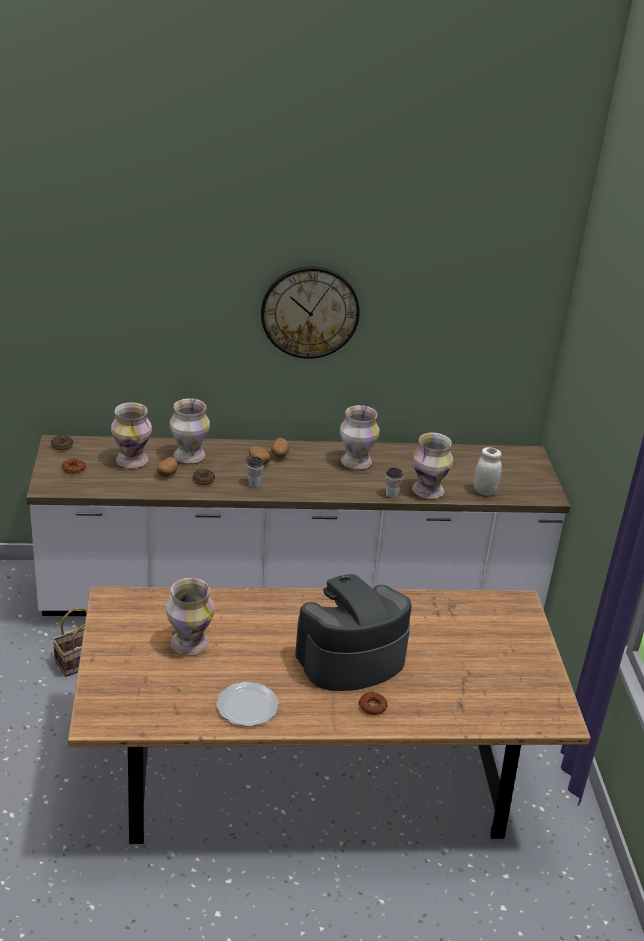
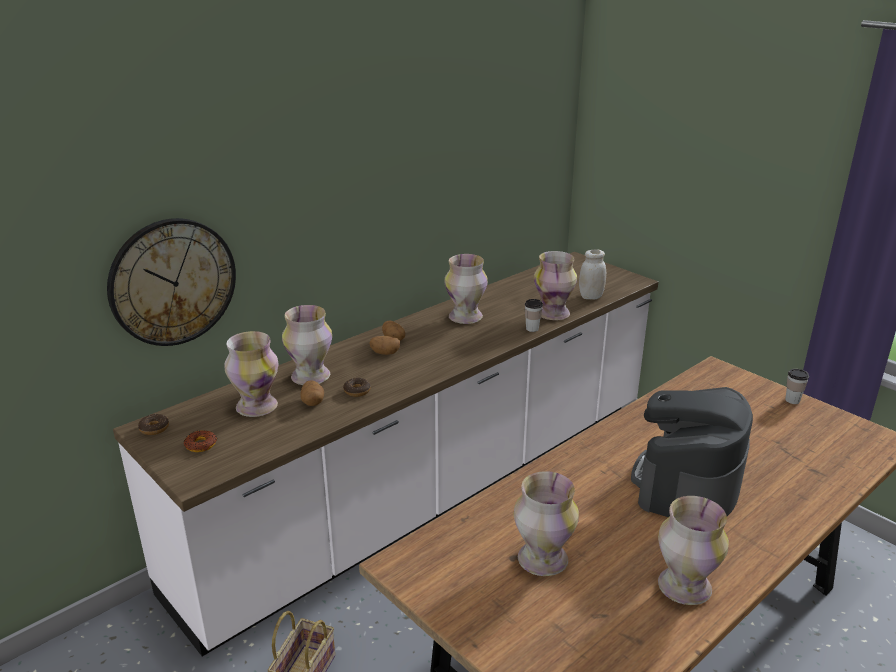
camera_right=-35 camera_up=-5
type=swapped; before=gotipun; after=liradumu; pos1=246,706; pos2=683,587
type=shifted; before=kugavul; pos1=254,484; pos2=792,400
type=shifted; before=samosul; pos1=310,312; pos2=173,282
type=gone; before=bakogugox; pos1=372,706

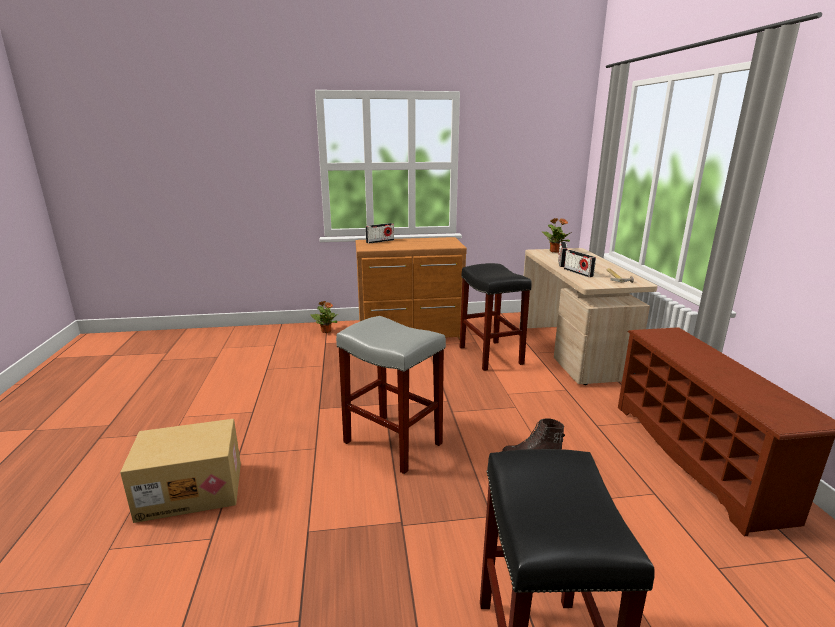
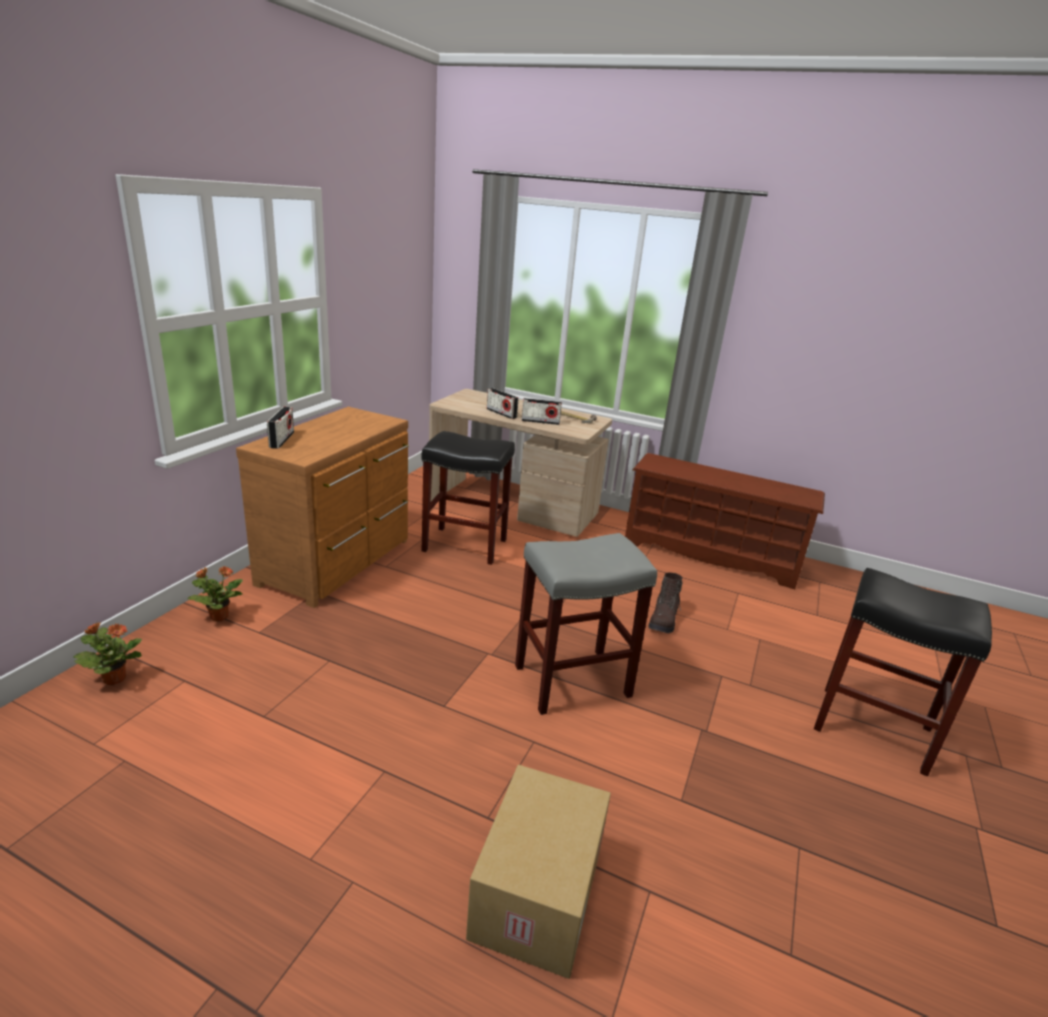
camera_right=-60 camera_up=5
type=shifted; before=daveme; pos1=554,251; pos2=114,678

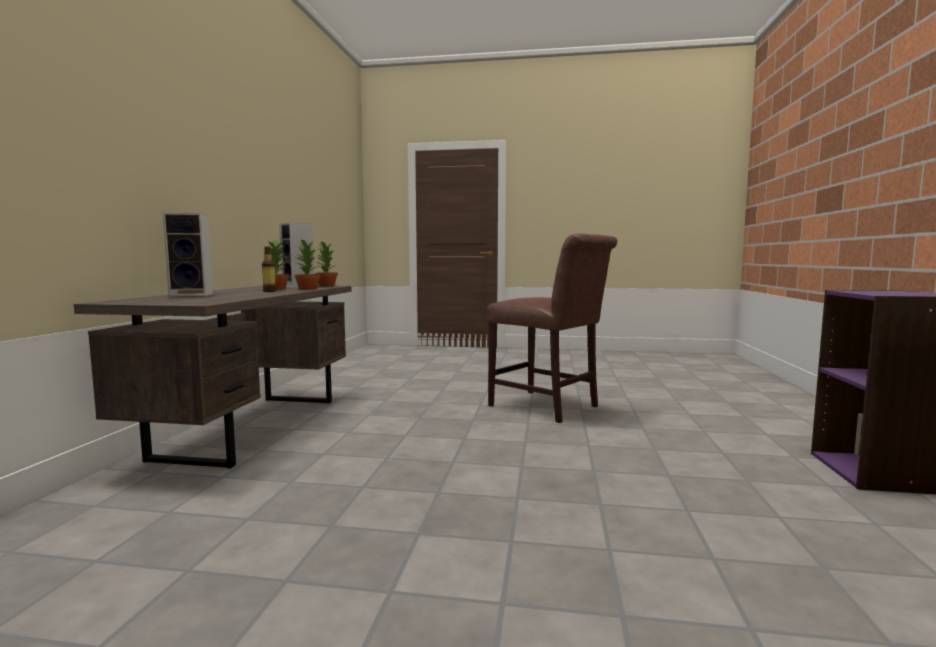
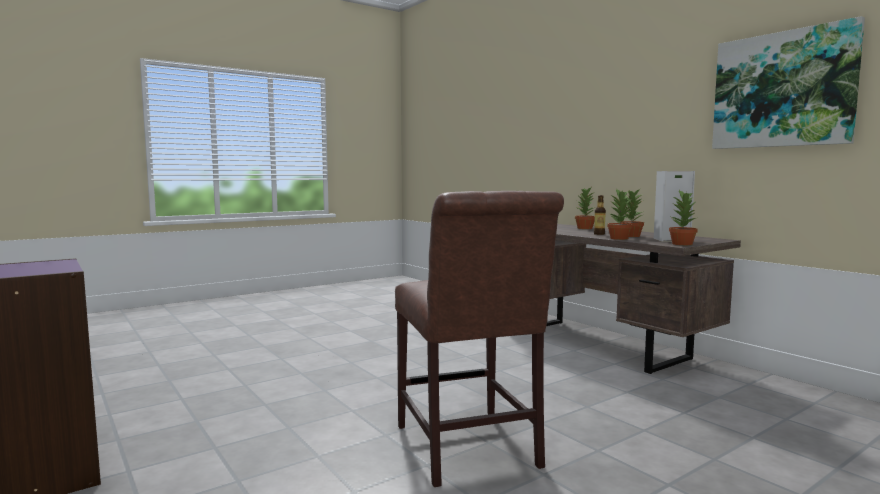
camera_right=135 camera_up=0
type=swapped; before=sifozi; after=daveme; pos1=193,295; pos2=584,228
type=rotated; before=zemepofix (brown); pos1=548,407; pos2=468,450; turn=-105
type=new; after=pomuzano; pos2=782,90

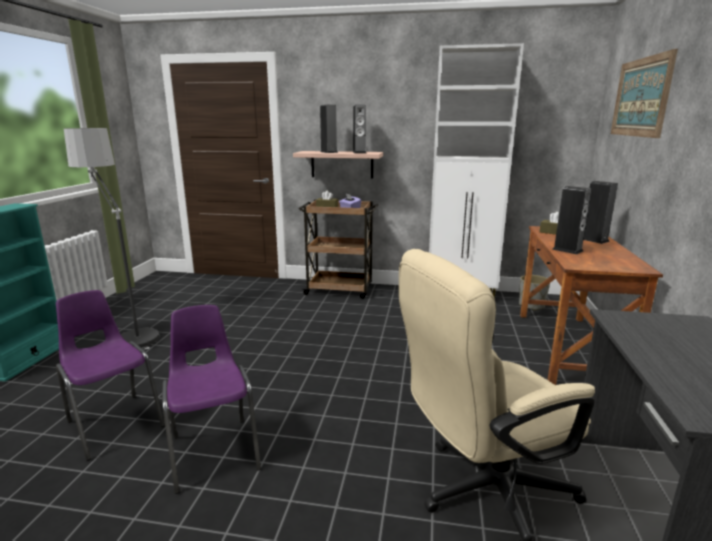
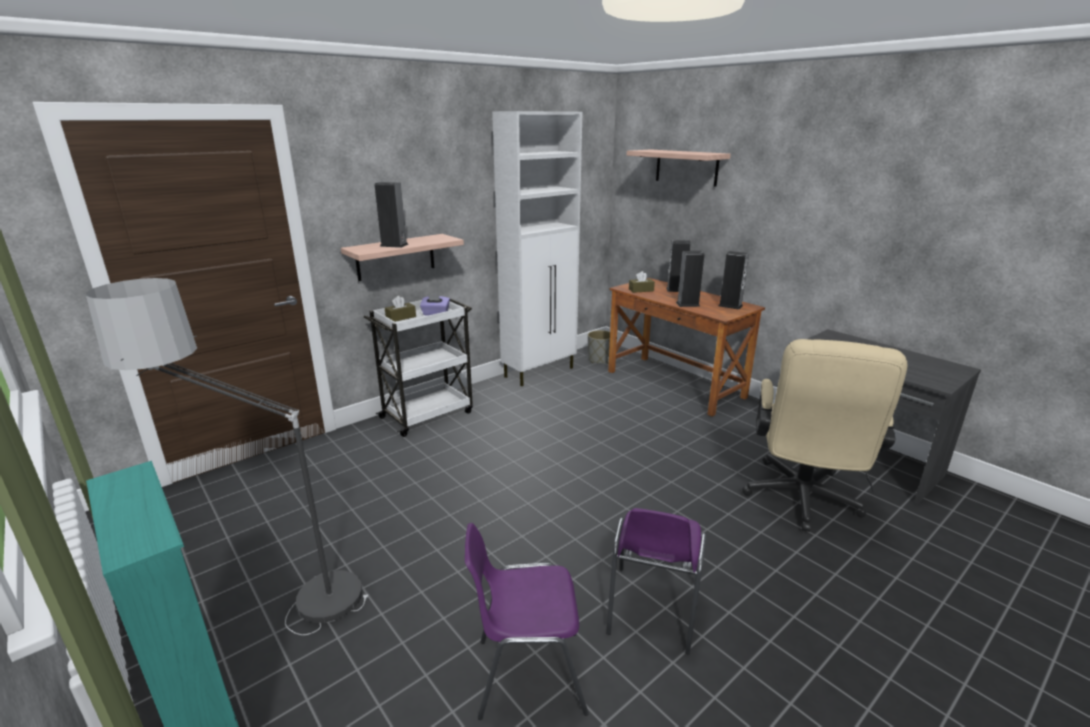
camera_right=-50 camera_up=5
type=rotated; before=zemepofix (purple); pos1=214,451; pos2=651,610; turn=-90
type=repainted; before=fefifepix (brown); after=fefifepix (white); pos1=340,290; pos2=428,414
type=shifted; before=sifozi; pos1=359,152; pos2=730,306
type=swapped; before=pomuzano; after=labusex; pos1=640,97; pos2=686,167

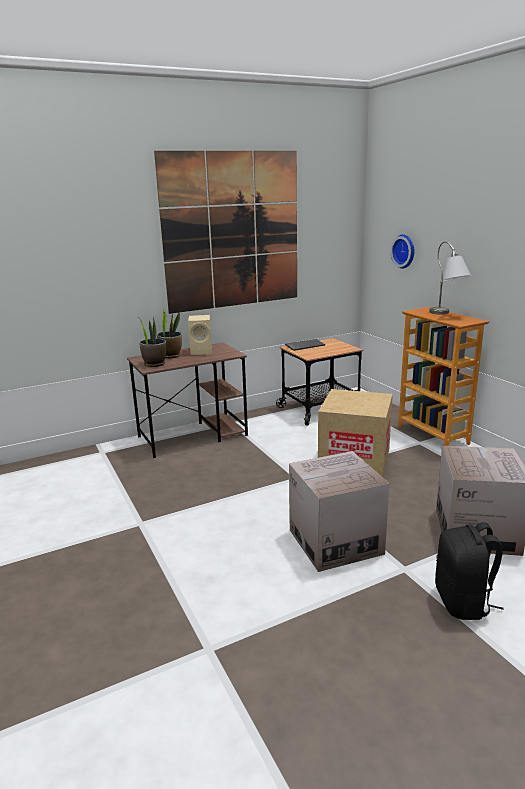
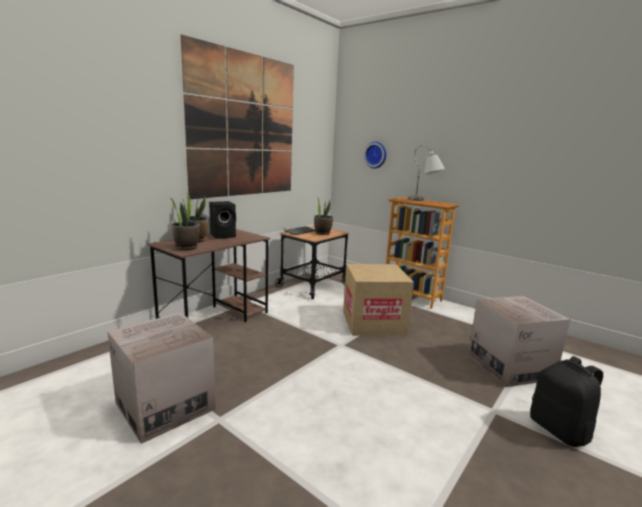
camera_right=-25 camera_up=-5
type=repainted; before=sifozi (beige); after=sifozi (black); pos1=202,351; pos2=224,235
type=shifted; before=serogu; pos1=335,542; pos2=165,406
type=new; after=daveme; pos2=322,233

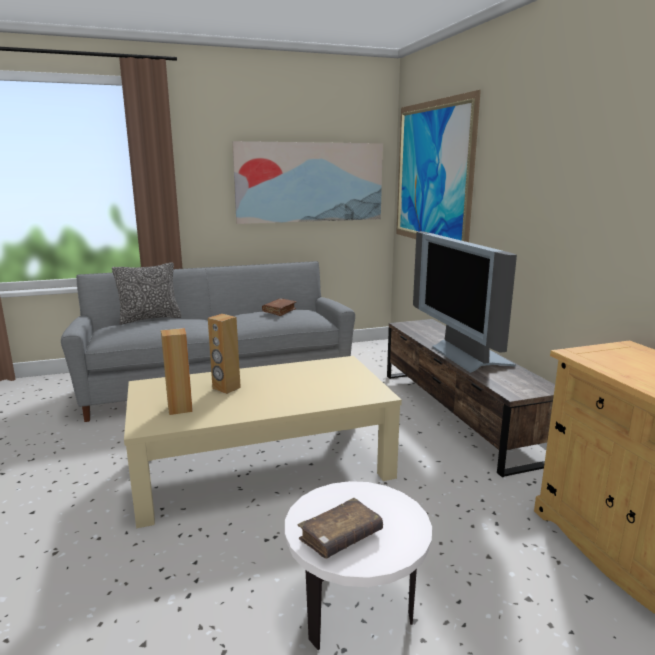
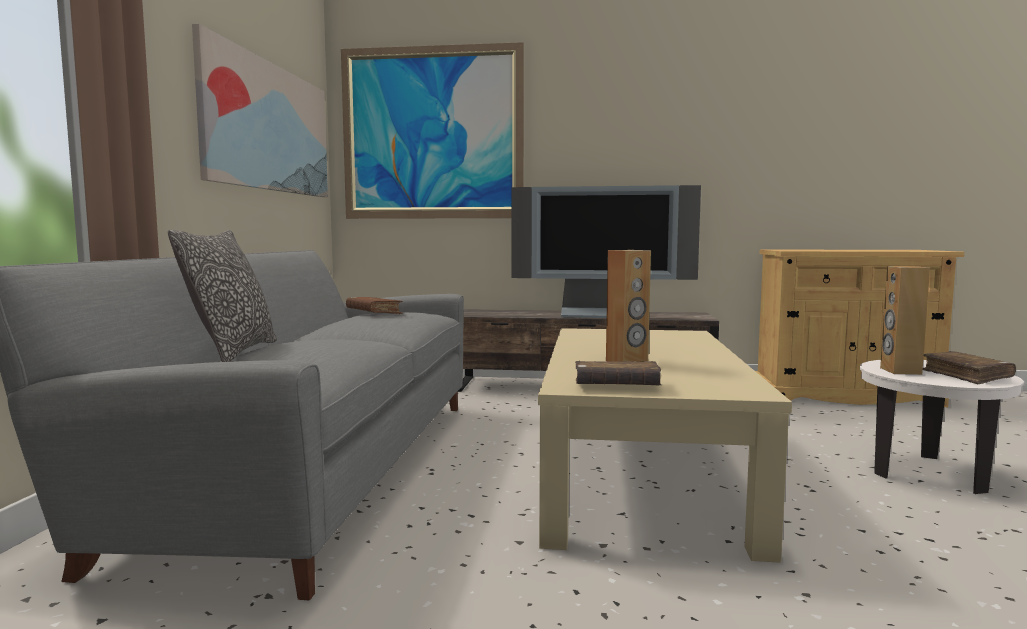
camera_right=-65 camera_up=-10
type=shifted; before=sifozi (brown); pos1=180,408; pos2=900,371
type=new; after=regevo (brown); pos2=616,386

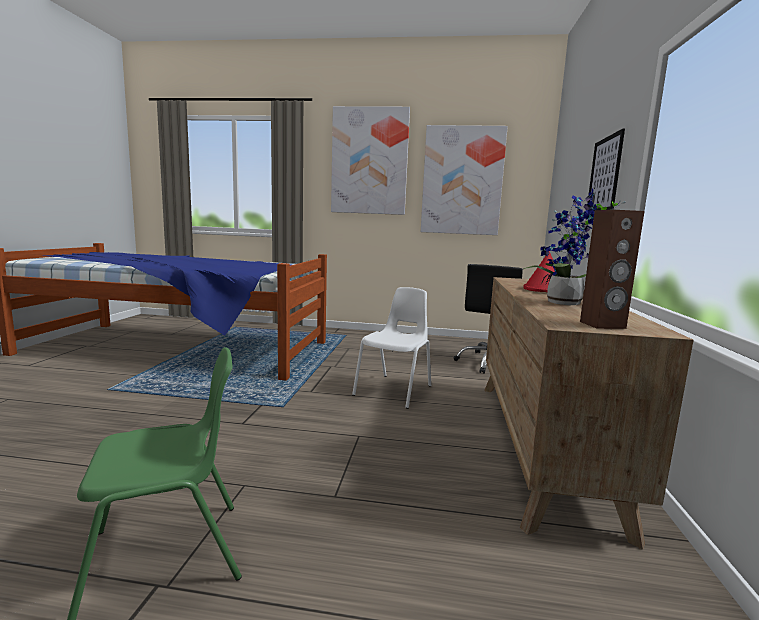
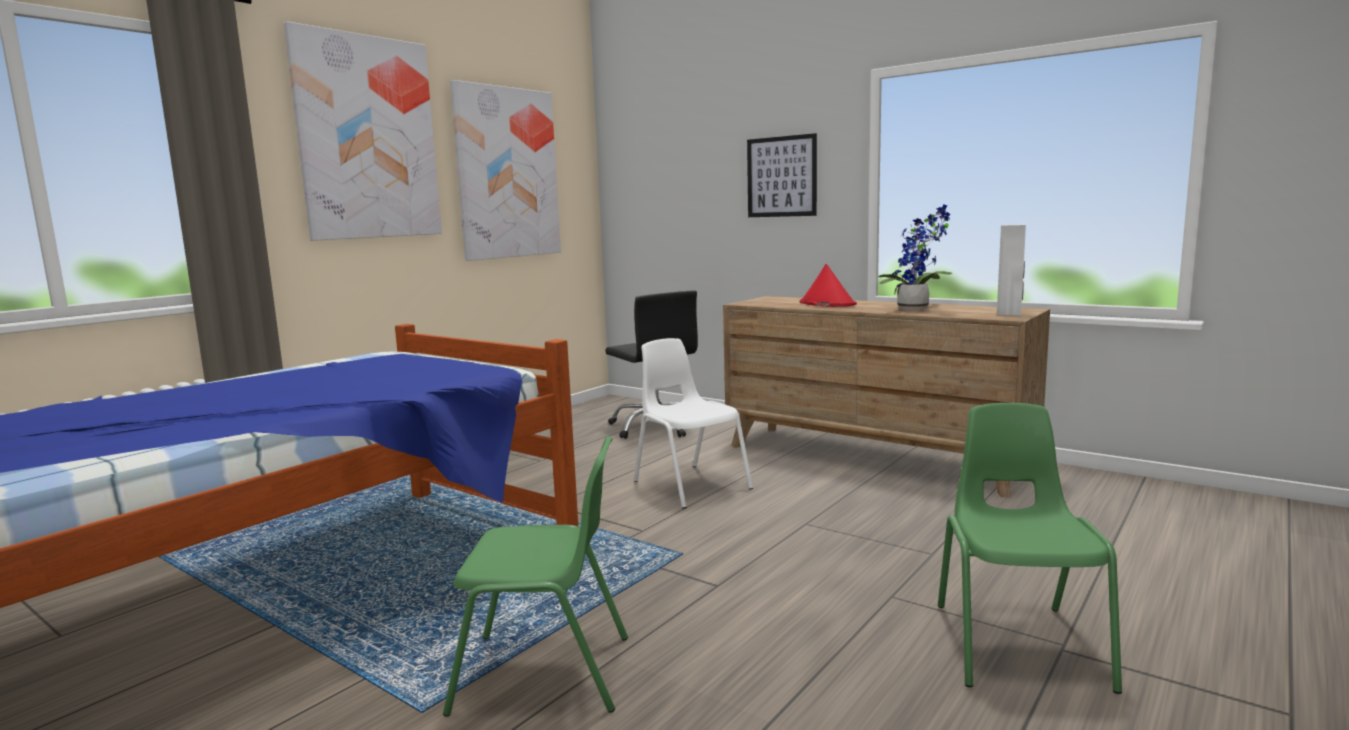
camera_right=-60 camera_up=0
type=repainted; before=sifozi (brown); after=sifozi (white); pos1=602,325; pos2=1009,313
type=new; after=zemepofix (green); pos2=546,673

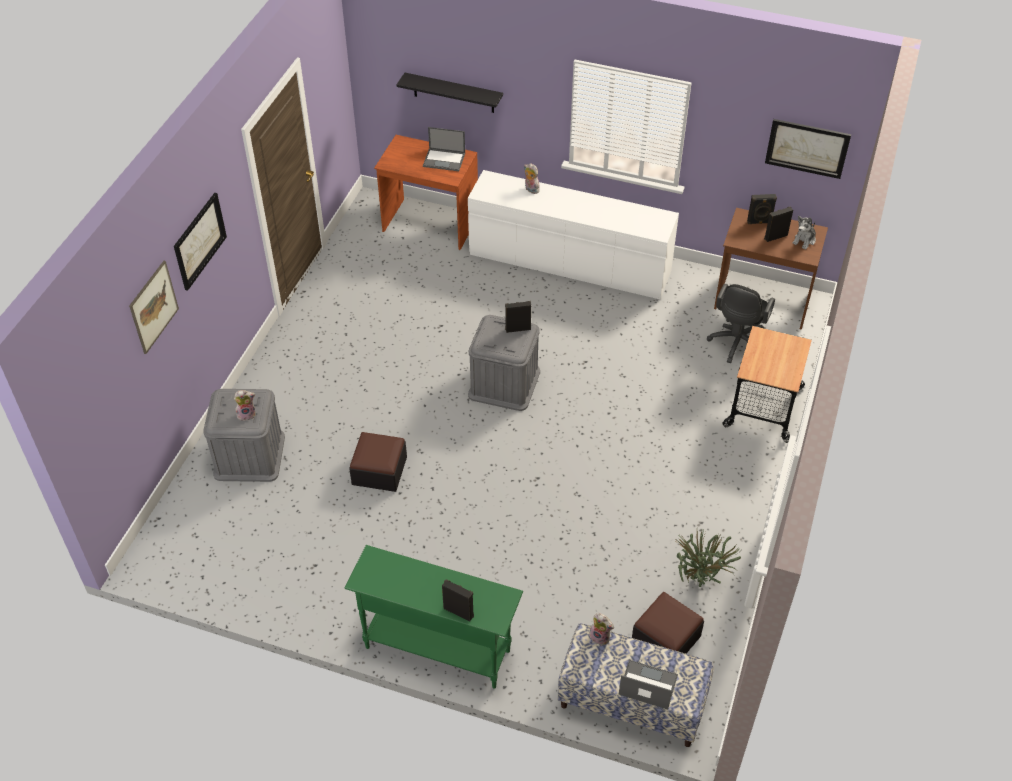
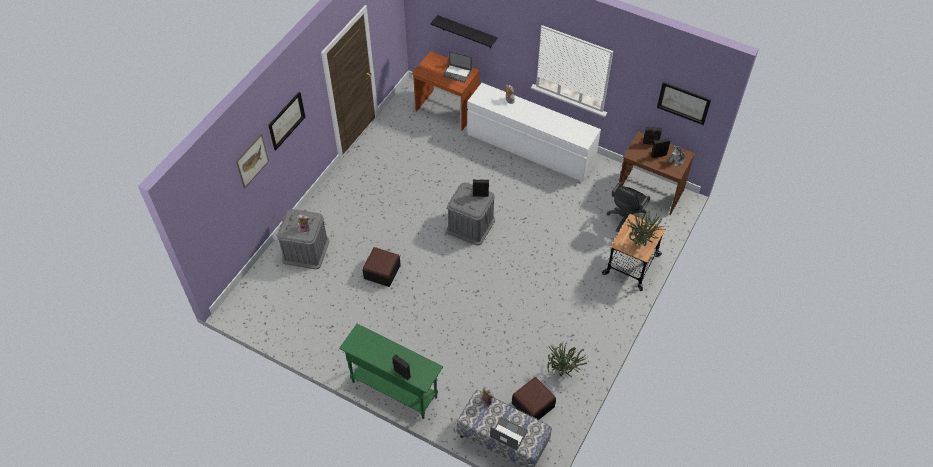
camera_right=10 camera_up=5
type=new; after=daveme; pos2=641,243

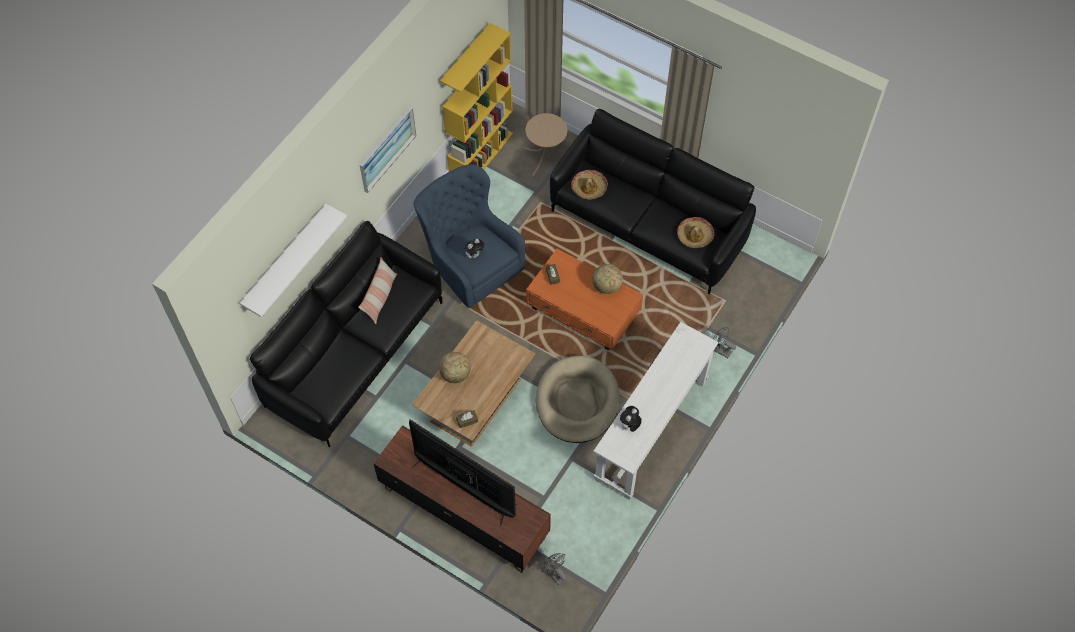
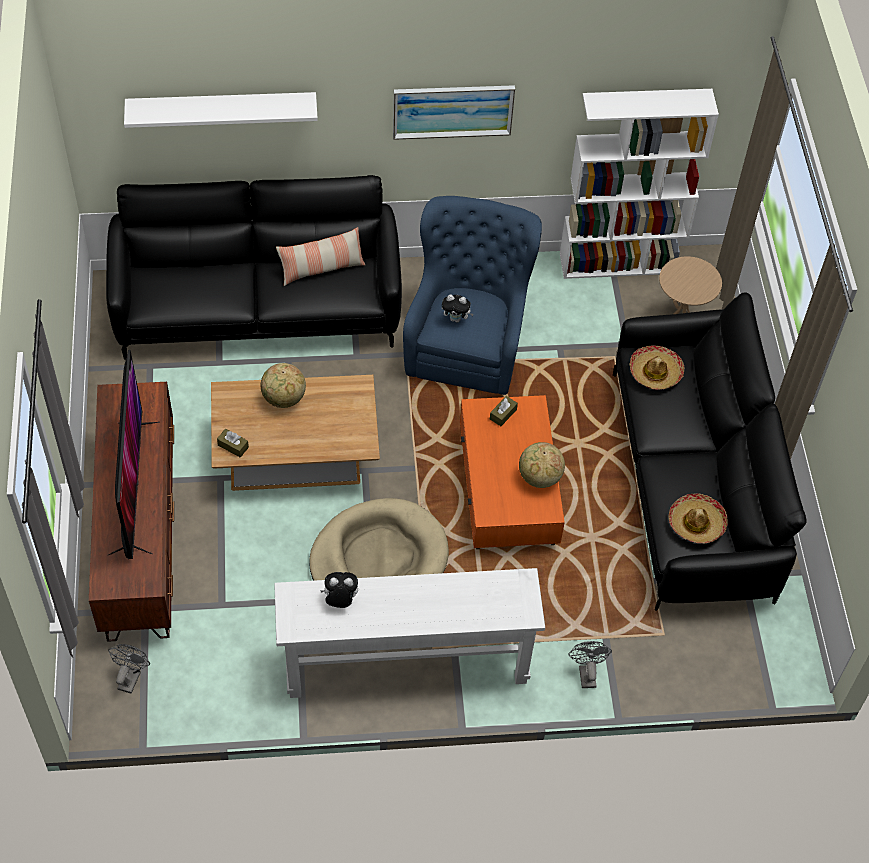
camera_right=50 camera_up=-5
type=repainted; before=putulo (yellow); after=putulo (white); pos1=481,155; pos2=620,263

